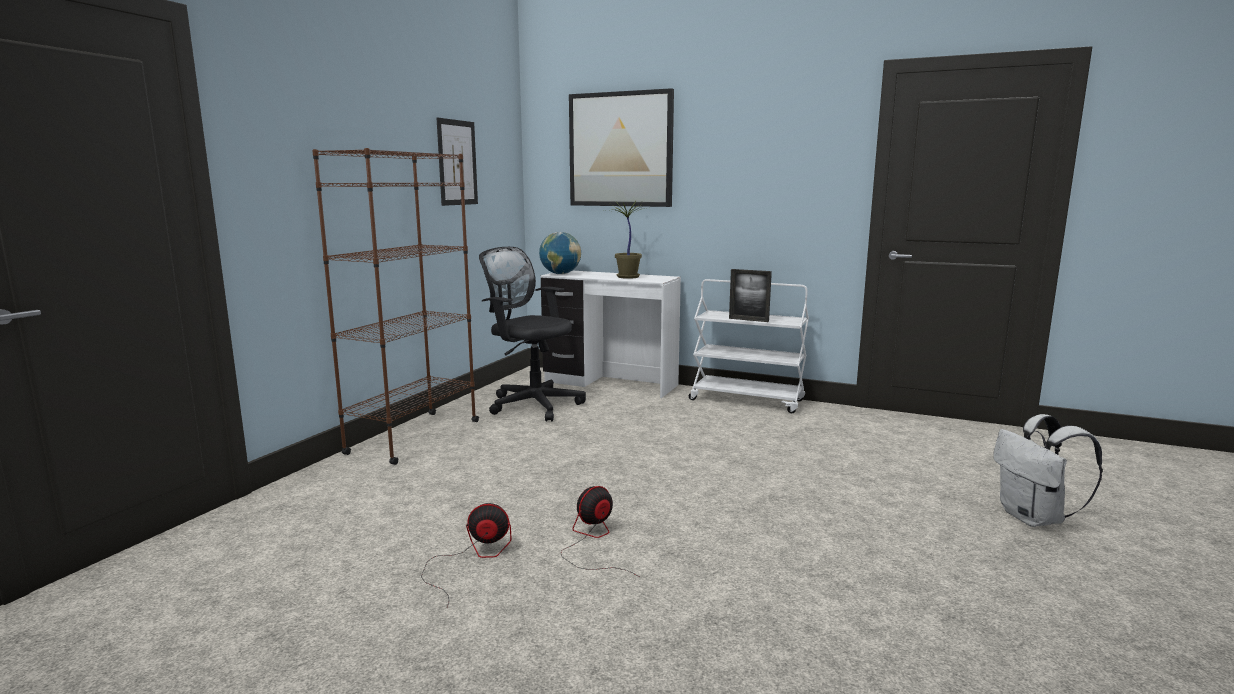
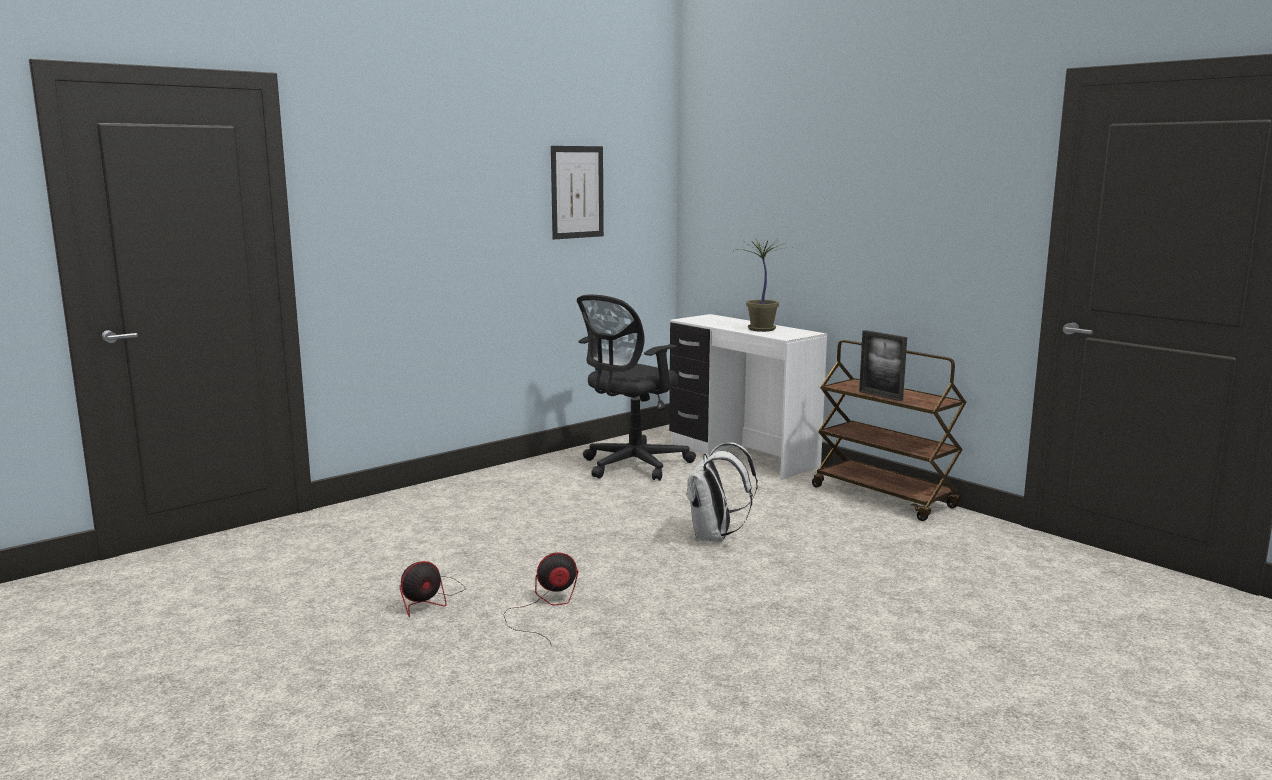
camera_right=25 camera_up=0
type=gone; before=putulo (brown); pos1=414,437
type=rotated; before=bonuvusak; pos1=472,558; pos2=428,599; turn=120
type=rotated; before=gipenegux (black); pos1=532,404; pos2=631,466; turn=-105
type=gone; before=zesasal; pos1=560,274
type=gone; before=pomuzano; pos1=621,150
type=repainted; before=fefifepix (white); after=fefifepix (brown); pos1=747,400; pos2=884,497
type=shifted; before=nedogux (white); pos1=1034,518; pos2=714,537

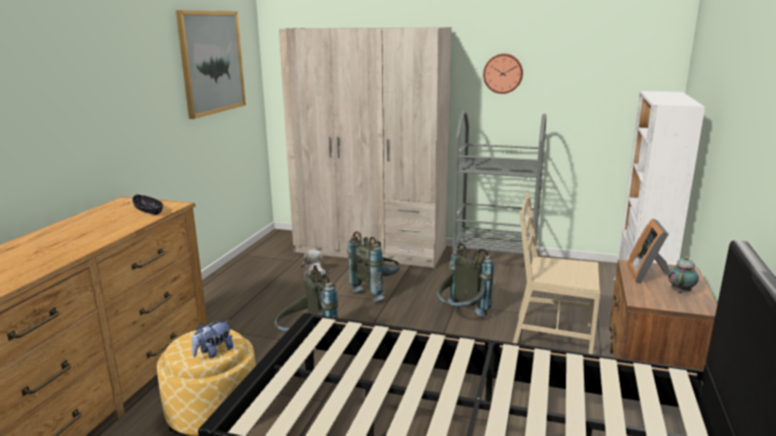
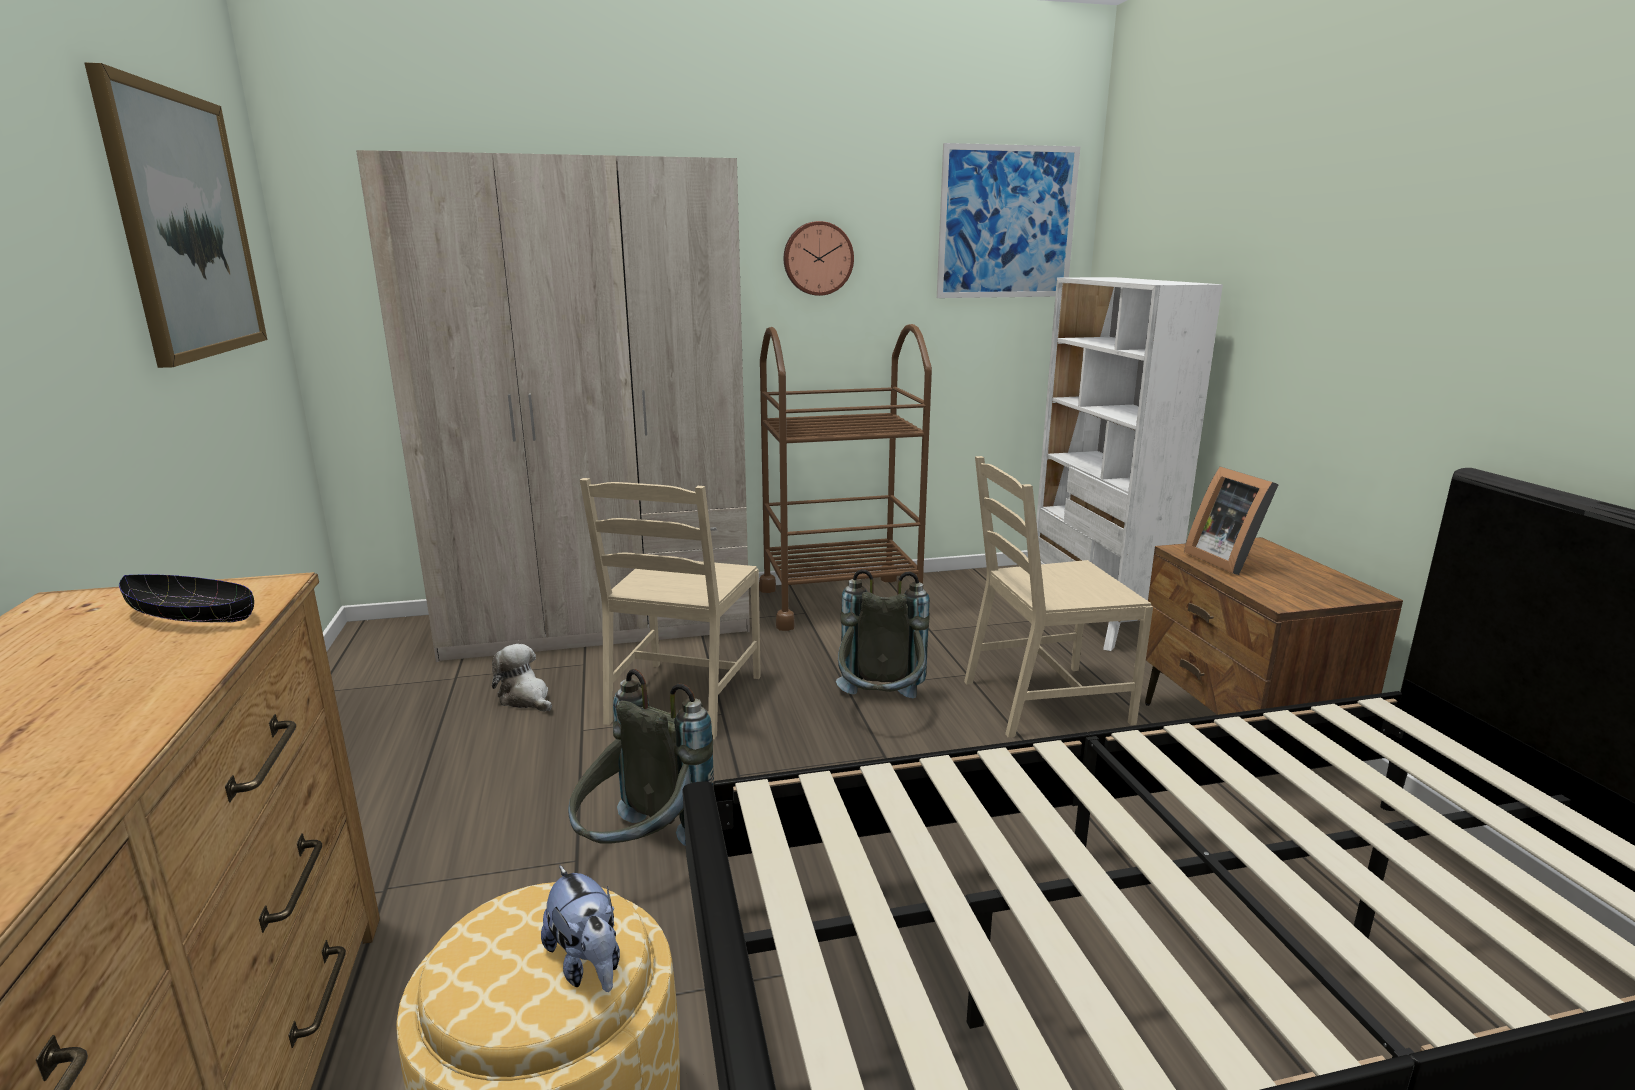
camera_right=-30 camera_up=0
type=rotated; before=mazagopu; pos1=213,352; pos2=587,964; turn=-45
type=swapped; before=nedogux (grey); after=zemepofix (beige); pos1=376,291; pos2=684,699
type=repainted; before=fefifepix (grey); after=fefifepix (brown); pos1=494,263; pos2=840,602
type=gone; before=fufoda; pos1=681,291
type=new; after=pomuzano; pos2=1007,223

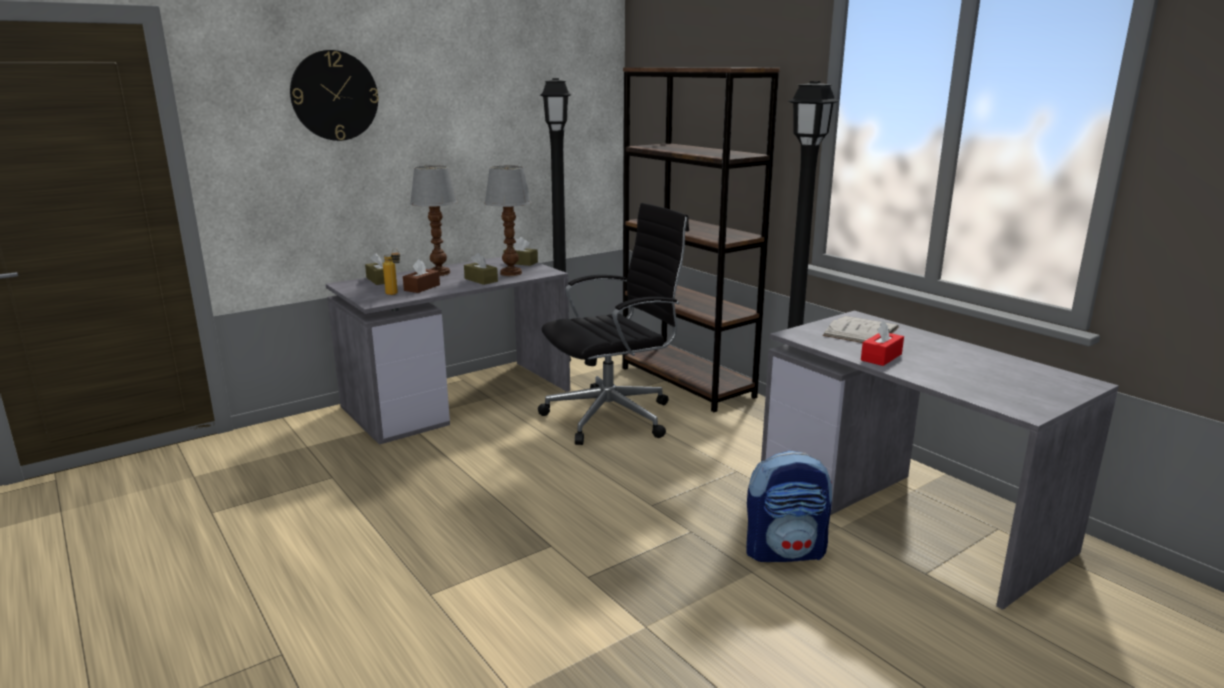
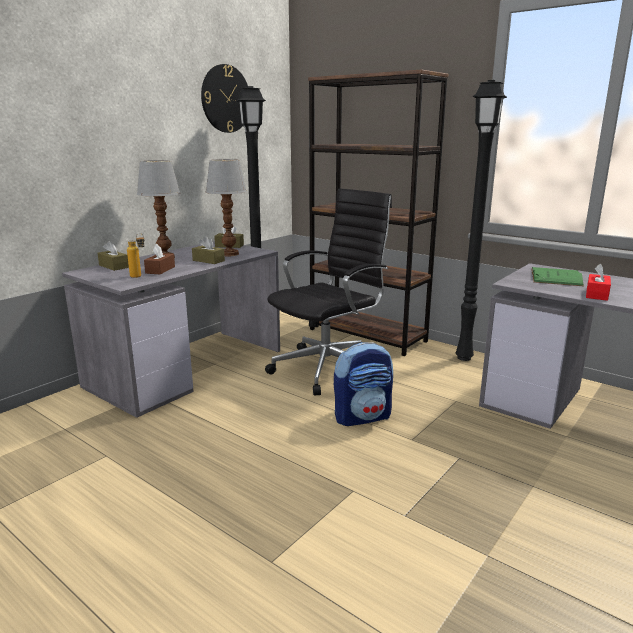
camera_right=-15 camera_up=0
type=shifted; before=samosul; pos1=334,95; pos2=225,99
type=shifted; before=nedogux; pos1=785,551; pos2=363,417
type=repainted; before=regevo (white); after=regevo (green); pos1=861,331; pos2=556,277

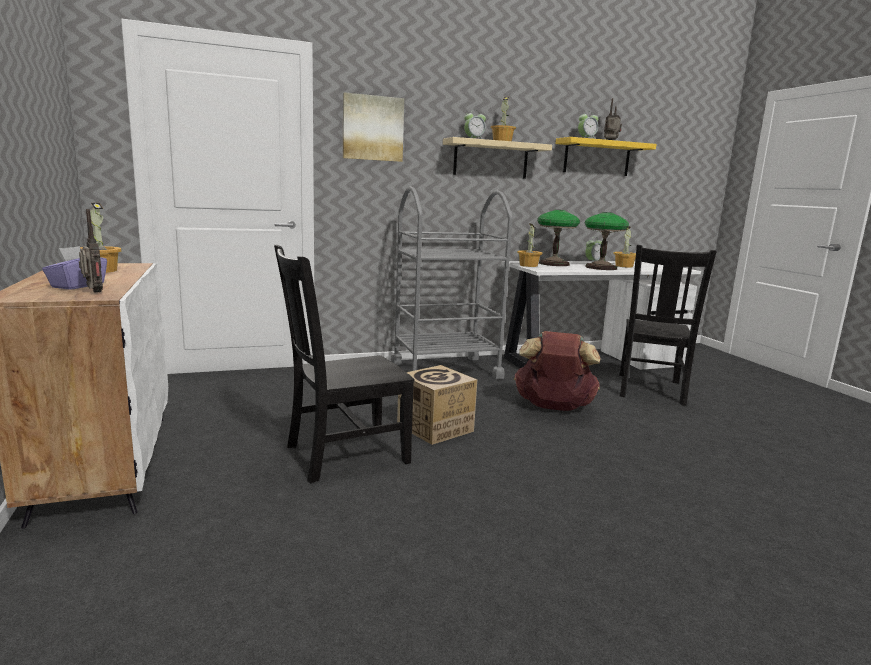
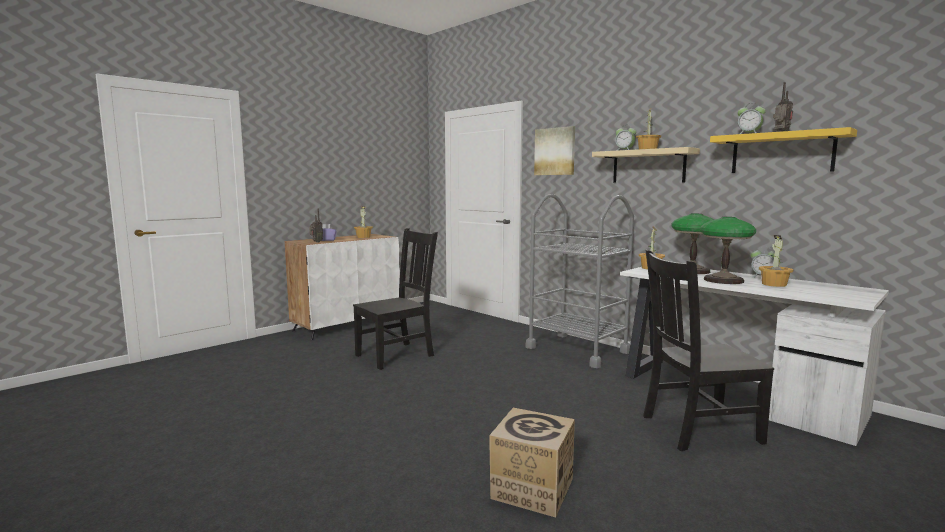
camera_right=65 camera_up=-5
type=rotated; before=zemepofix (black); pos1=342,455; pos2=397,355; turn=105
type=shifted; before=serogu; pos1=435,428; pos2=532,488
type=gone; before=nedogux (brown); pos1=553,407

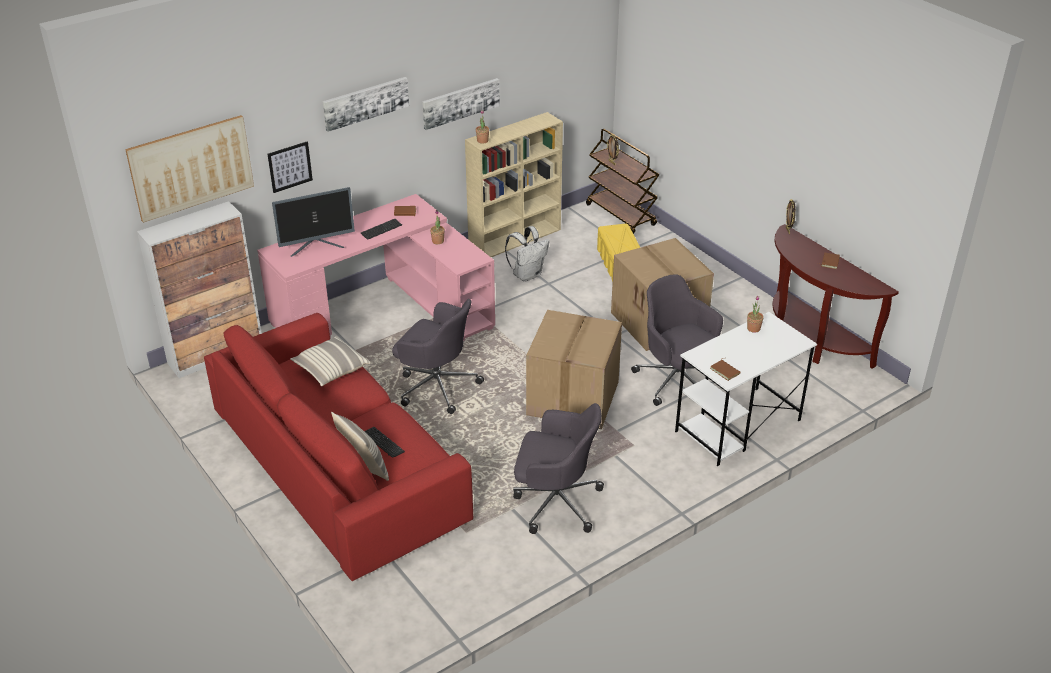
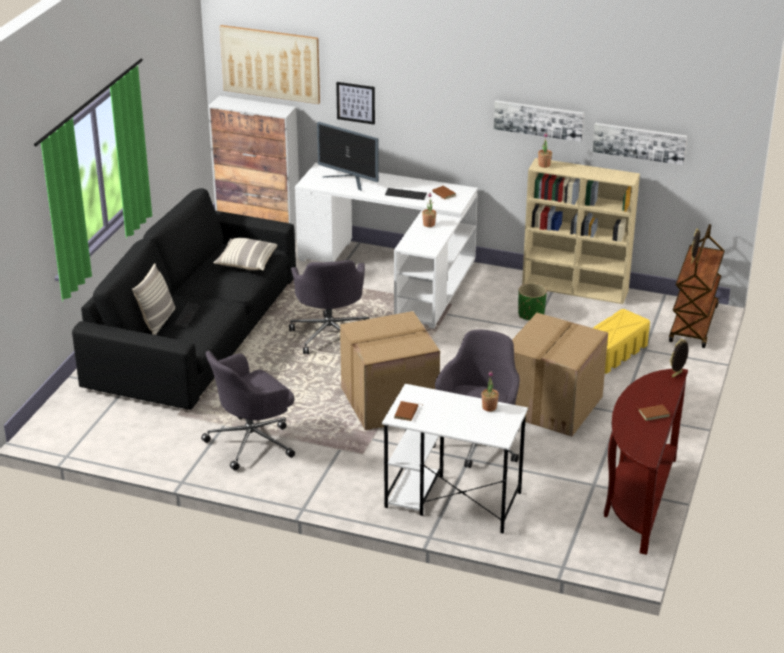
camera_right=55 camera_up=-5
type=repainted; before=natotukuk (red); after=natotukuk (black); pos1=339,464; pos2=195,332
type=repainted; before=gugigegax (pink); after=gugigegax (white); pos1=386,309; pos2=397,273
type=shifted; before=pomuzano; pos1=365,103; pos2=639,142
type=swapped; before=nedogux (white); after=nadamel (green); pos1=527,275; pos2=531,315
type=rotated; before=gipenegux (grey); pos1=555,502; pos2=252,442; turn=75

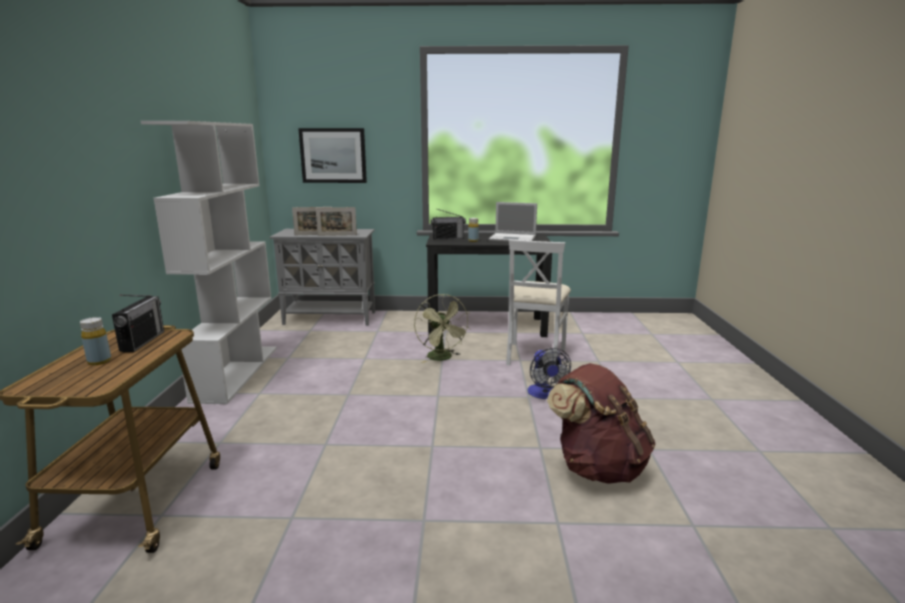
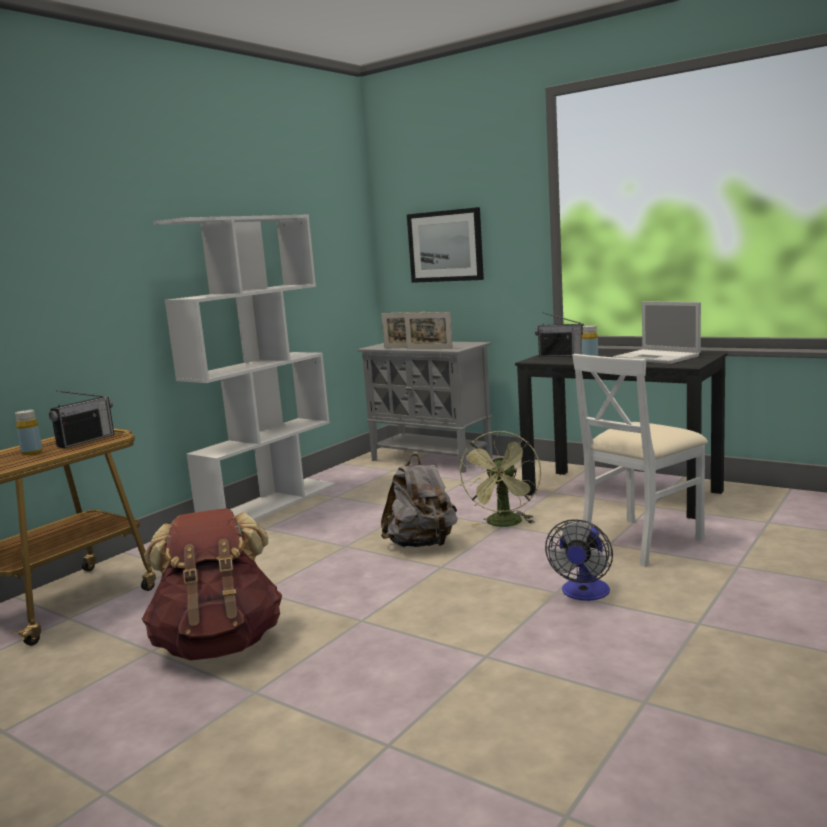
camera_right=35 camera_up=-5
type=shifted; before=nedogux (brown); pos1=597,467; pos2=219,644
type=new; after=nedogux (grey); pos2=422,545

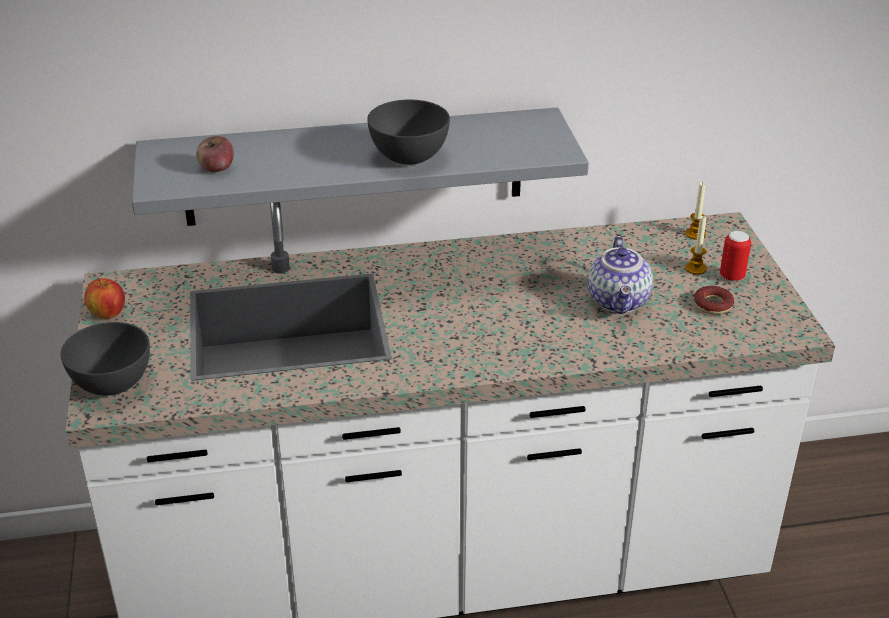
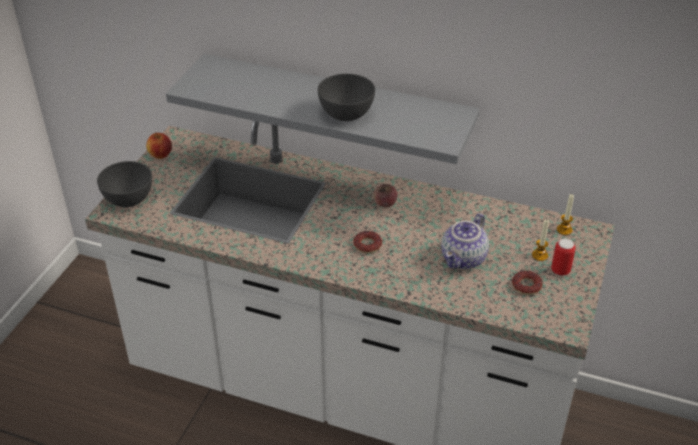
camera_right=30 camera_up=5
type=shifted; before=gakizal; pos1=216,168; pos2=385,203
type=new; after=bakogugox; pos2=367,245

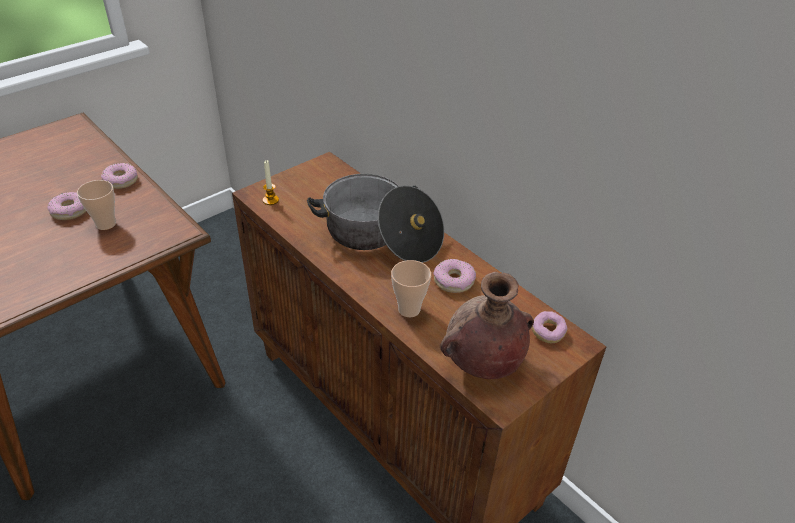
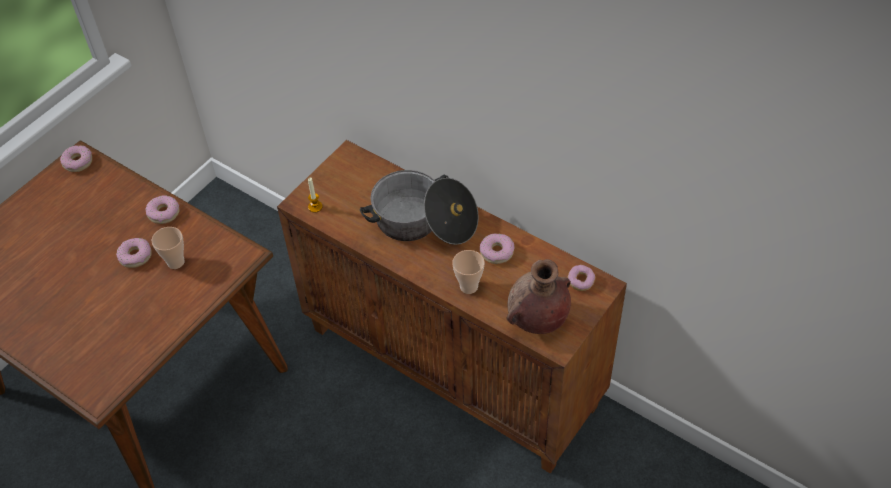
camera_right=-10 camera_up=10
type=new; after=bakogugox; pos2=77,162

